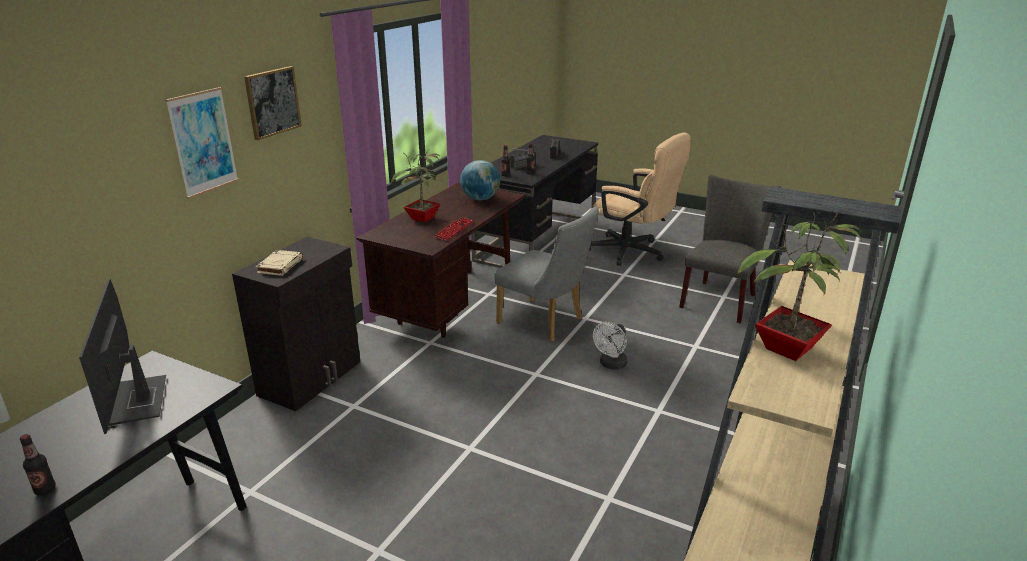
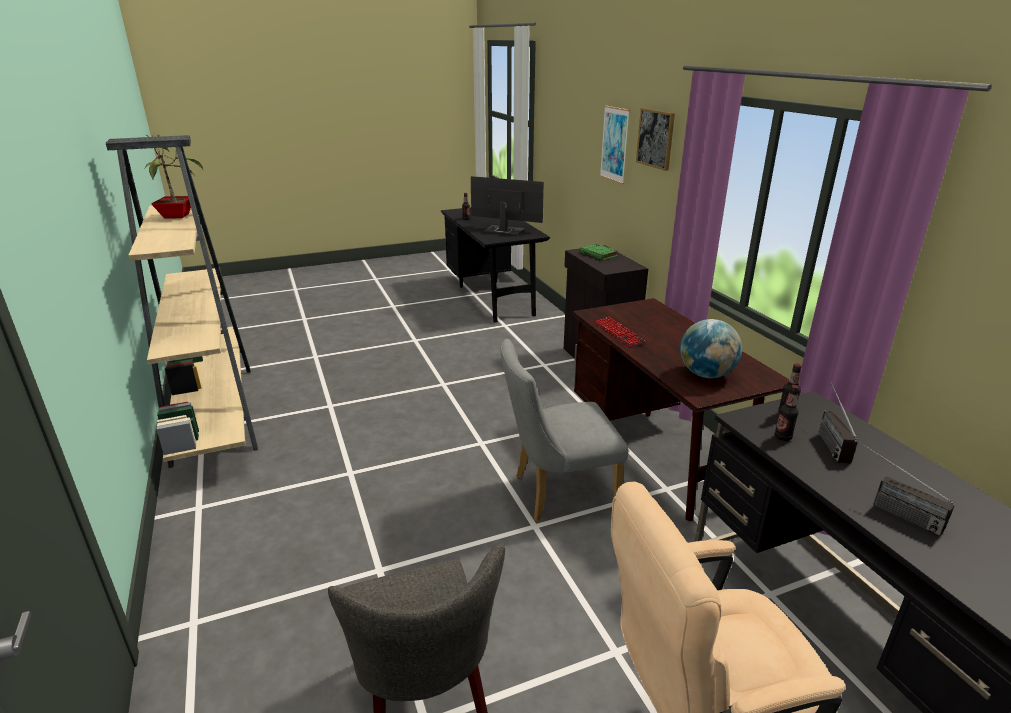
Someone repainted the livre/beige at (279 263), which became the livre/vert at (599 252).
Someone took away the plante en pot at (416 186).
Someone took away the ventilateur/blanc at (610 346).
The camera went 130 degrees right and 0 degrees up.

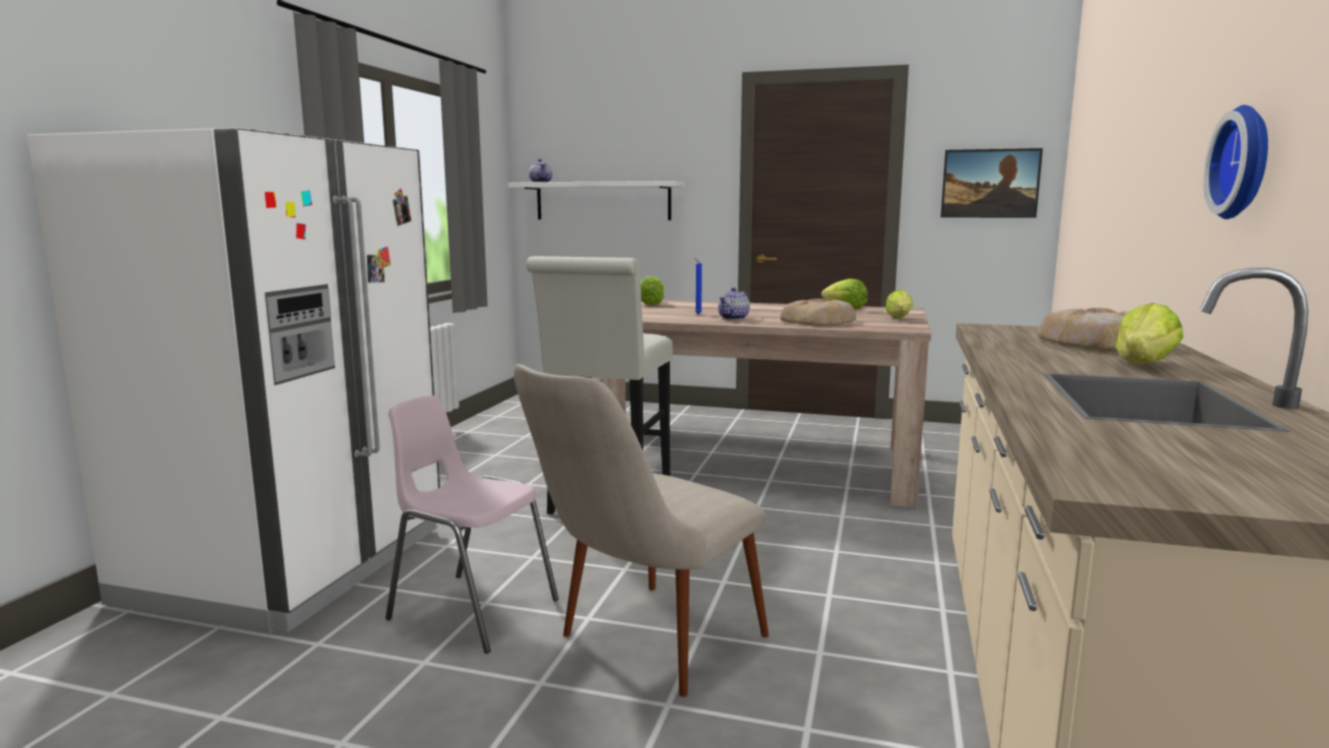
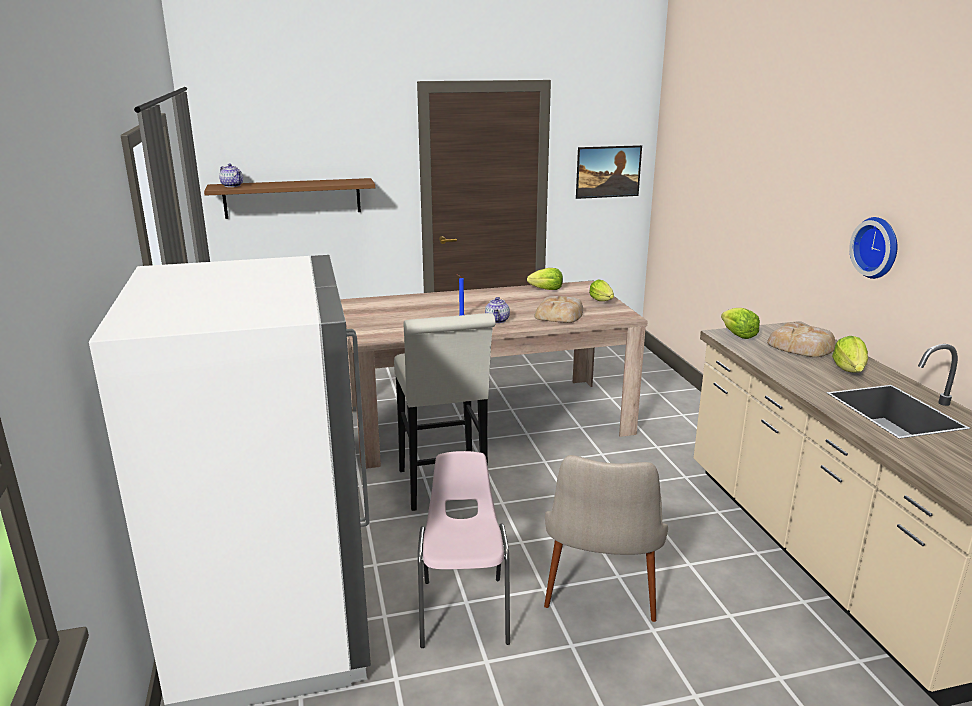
Someone rotated the chaise/rose at (472 525) by 90 degrees clockwise.
Someone repainted the étagère/blanc at (596 200), which became the étagère/marron at (289 198).
Someone carried the laitue from (652 290) to (740 323).
The camera went 30 degrees left and 10 degrees up.

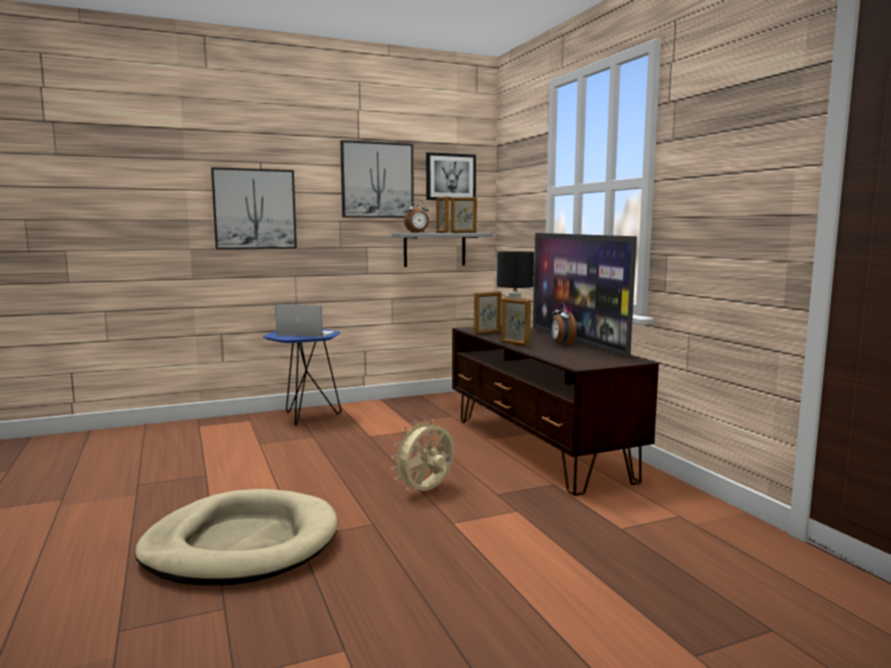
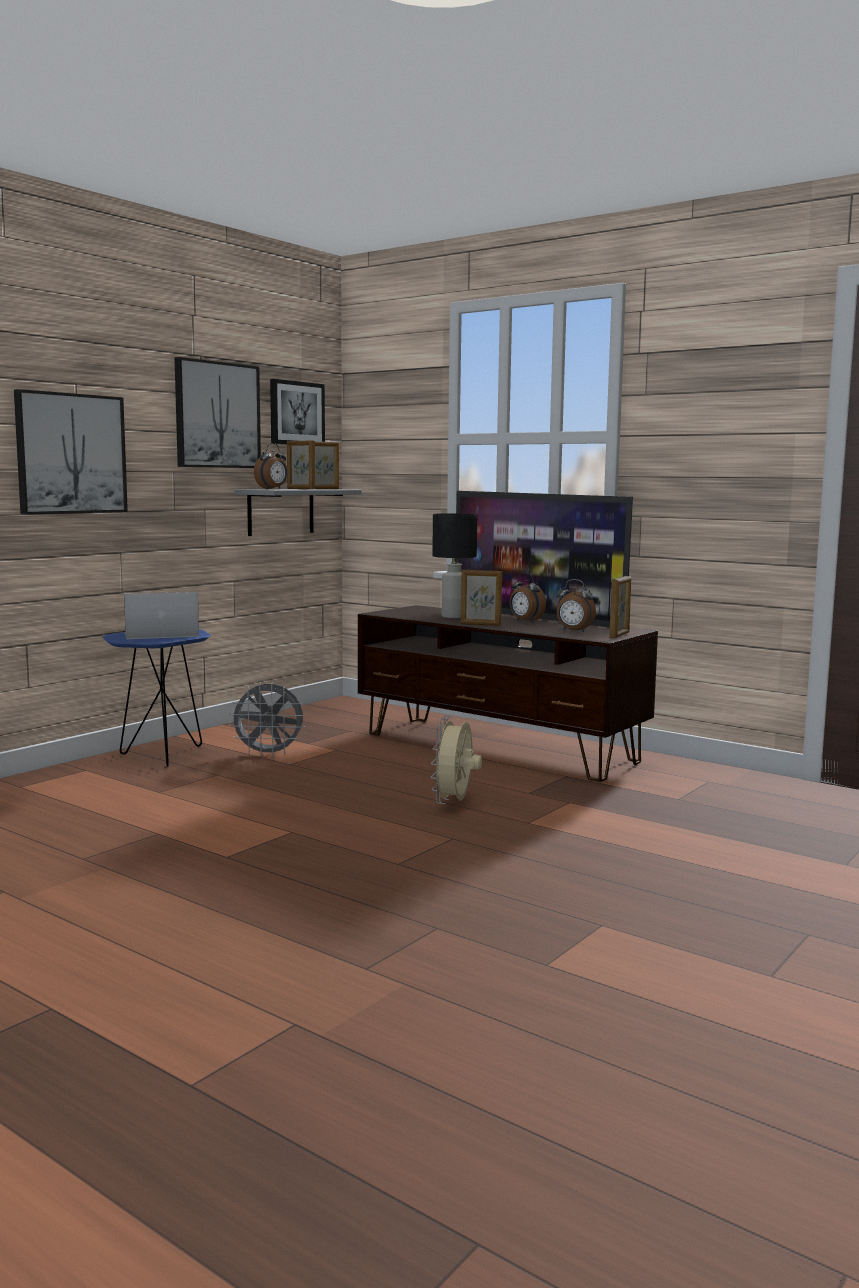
Someone took away the panier pour chien/beige at (236 537).
Someone carried the cadre photo from (487 313) to (620 607).
Someone put down the ventilateur/gris at (267 719).
Someone put down the réveil at (576 605).
The camera went 30 degrees left and 0 degrees up.

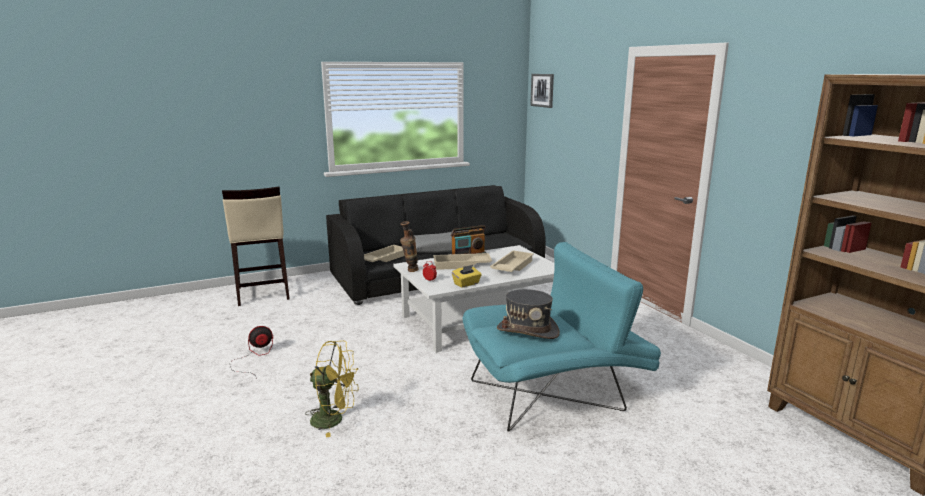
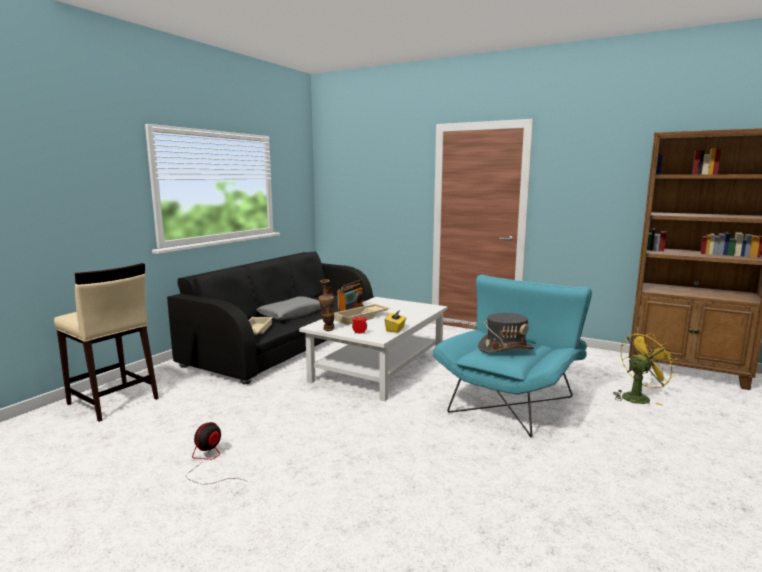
Someone carried the ventilateur/jaune from (331 389) to (645 369).
Someone took away the plateau/beige at (512 261).
Someone took away the tableau at (542 91).
The camera went 35 degrees left and 5 degrees down.

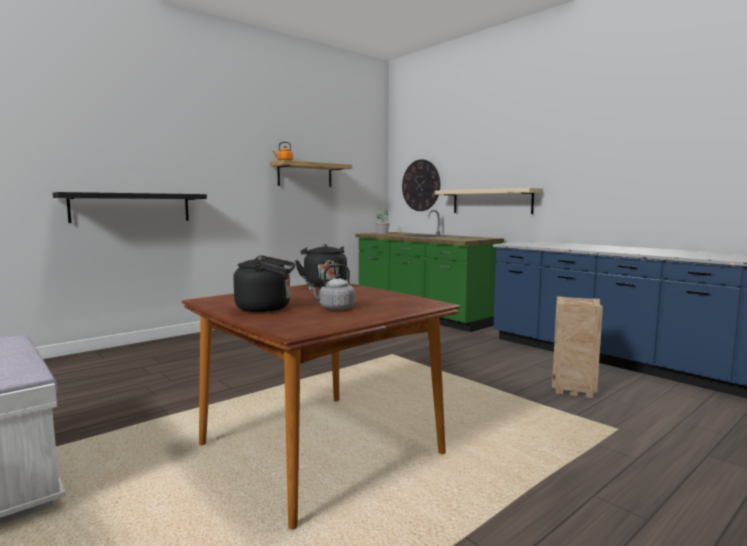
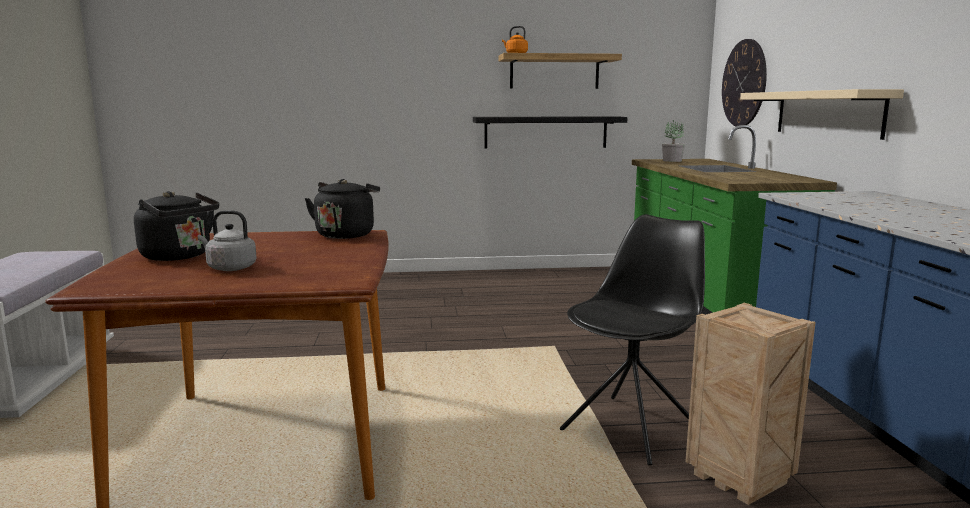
Someone carried the étagère/noir from (130 207) to (550 132).
Someone put down the chaise/noir at (632 340).
The camera went 35 degrees right and 5 degrees up.

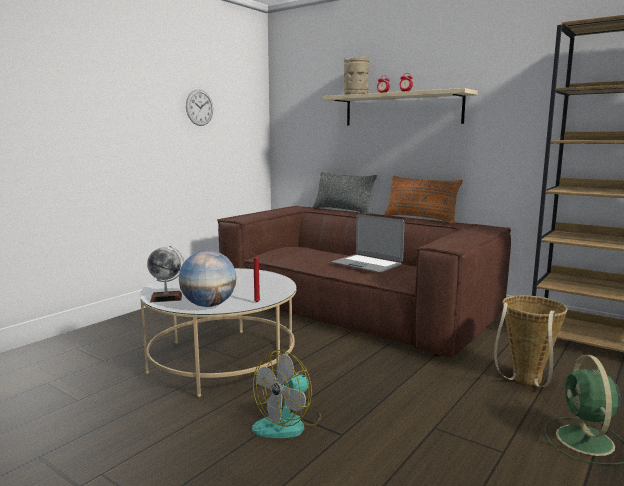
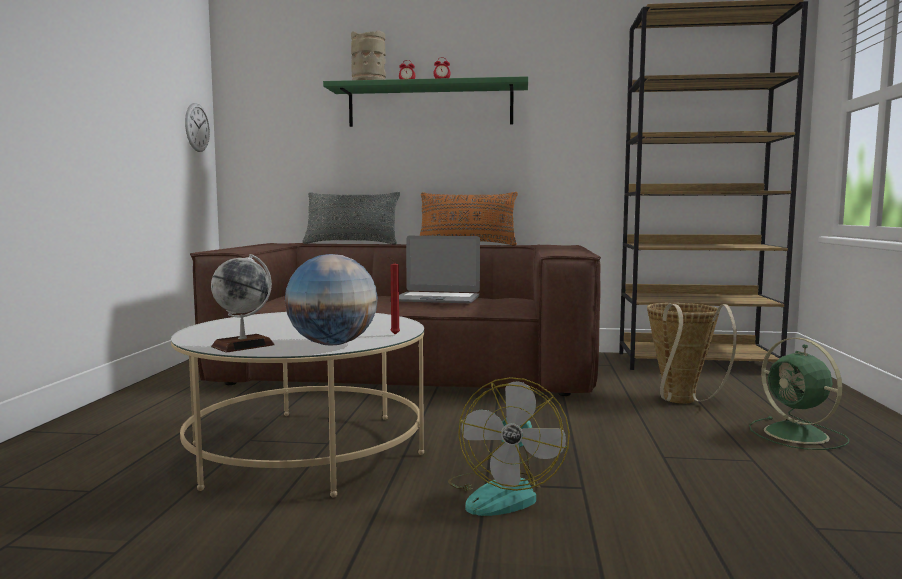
Someone carried the horloge murale from (199 108) to (197 127).
Someone repainted the étagère/beige at (400 106), which became the étagère/vert at (425 101).
The camera went 30 degrees left and 5 degrees down.

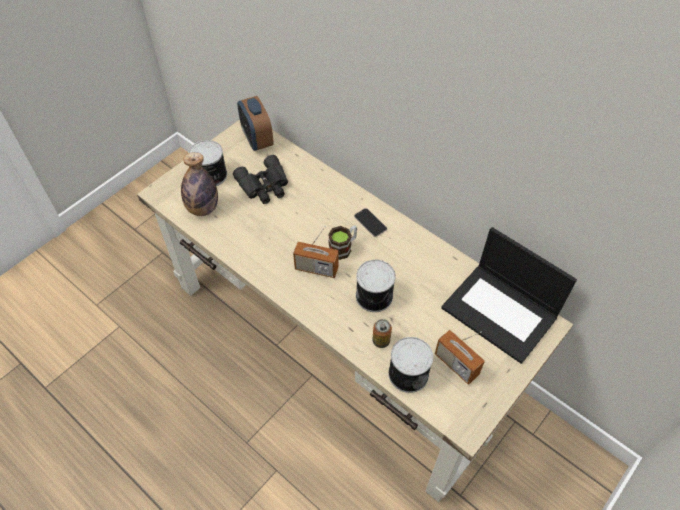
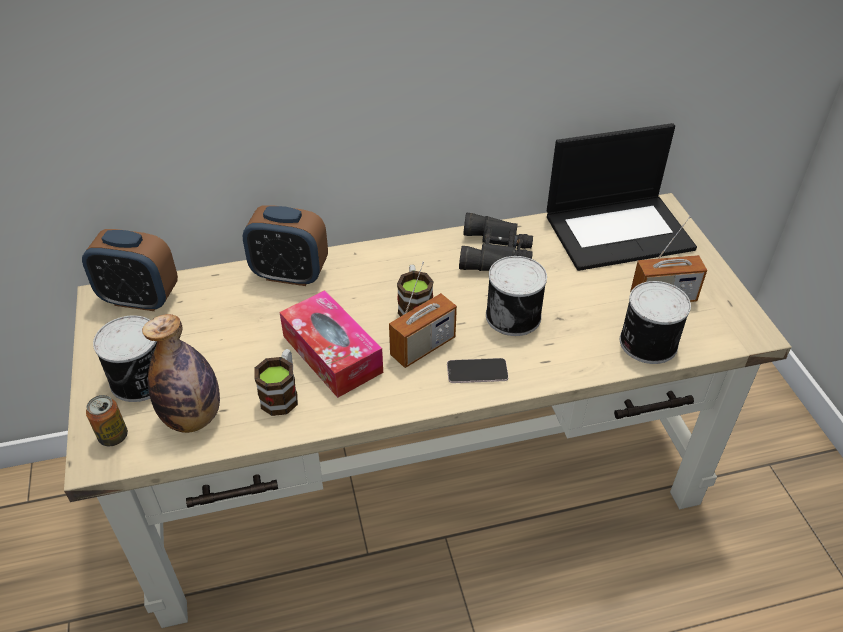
Someone carried the jumelles/noir from (260 179) to (496 242).
Someone carried the téléphone from (370 222) to (478 370).
Someone carried the boîte métallique from (382 333) to (107 420).
Someone put down the réveil at (285 245).
Someone put down the mug at (276 382).
Someone put down the boîte à mouchoirs at (331 344).
The camera went 55 degrees left and 10 degrees down.

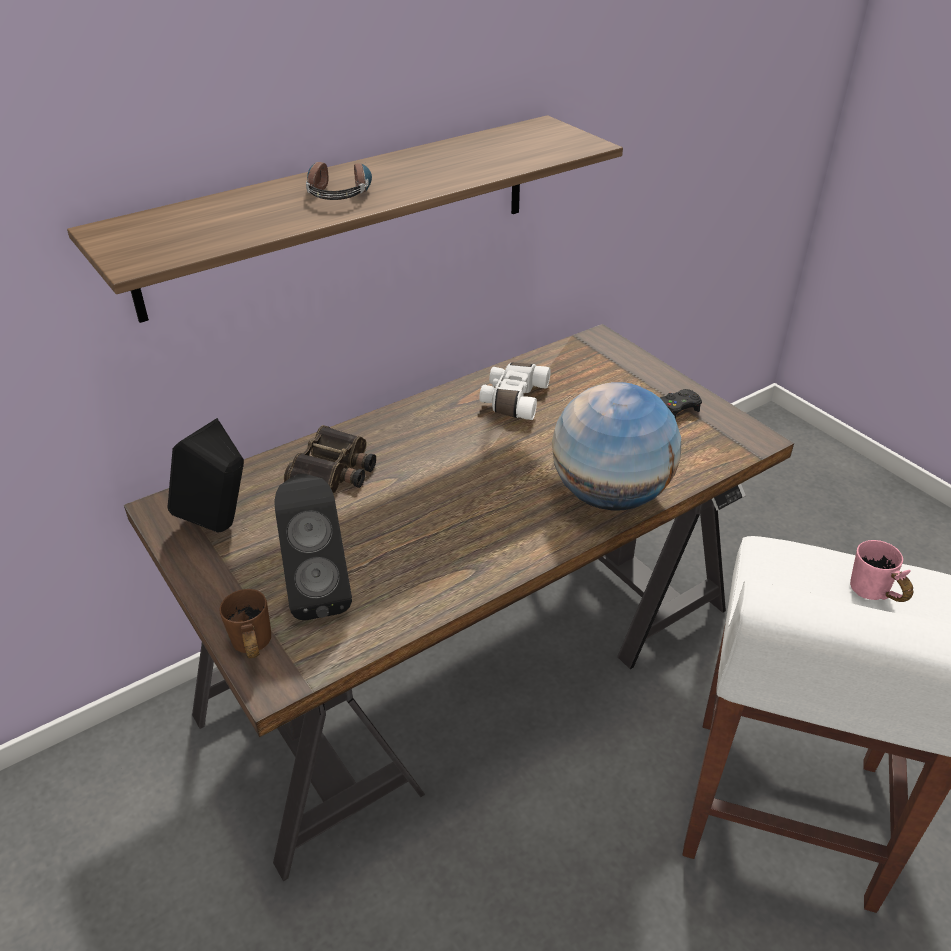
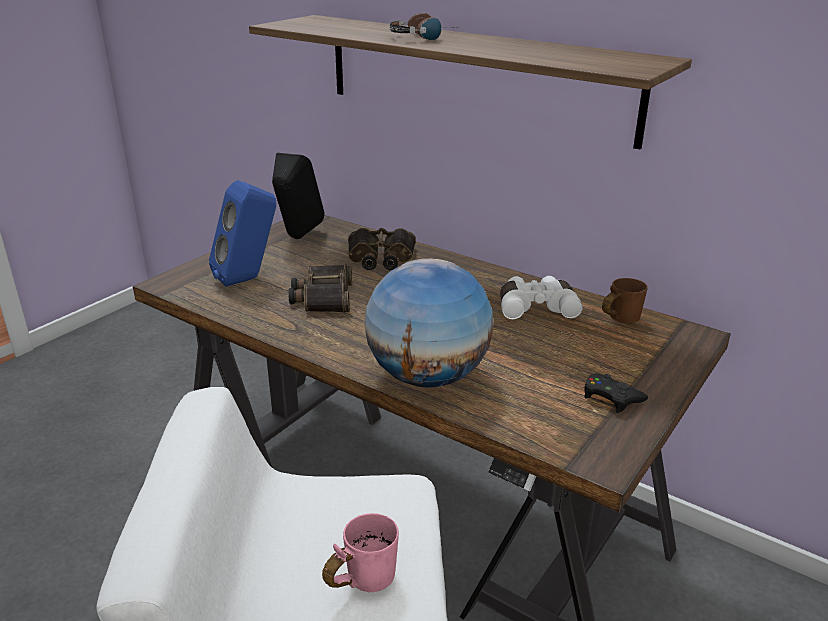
Someone carried the mug/marron from (245 623) to (625 301).
Someone repainted the enceinte/noir at (313 547), which became the enceinte/bleu at (242 233).
Someone put down the jumelles at (320 288).
The camera went 70 degrees right and 10 degrees down.

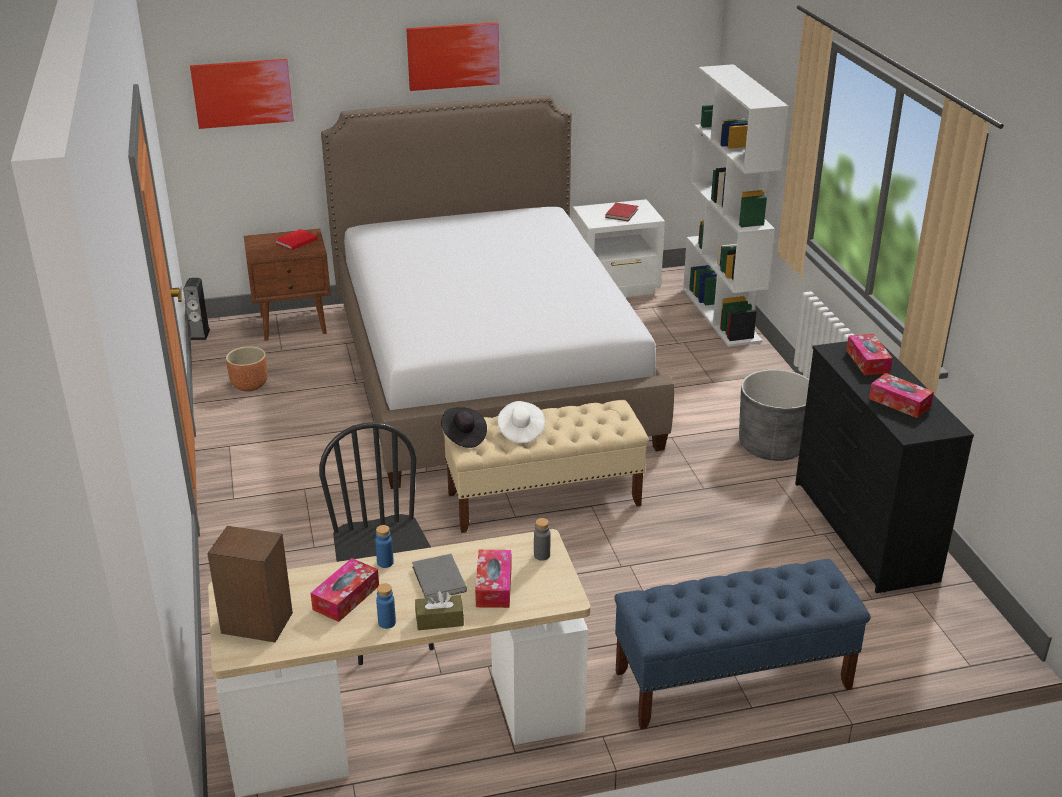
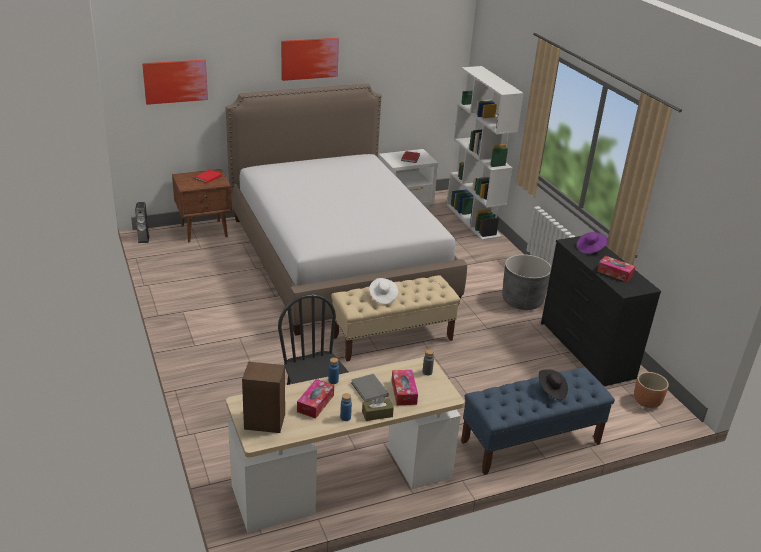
Someone carried the cache-pot/marron from (247 368) to (651 390).
Someone carried the chapeau/noir from (464 427) to (553 384).
Someone swapped the boîte à mouchoirs at (869 354) for the chapeau/violet at (592 243).
The camera went 10 degrees left and 0 degrees up.

